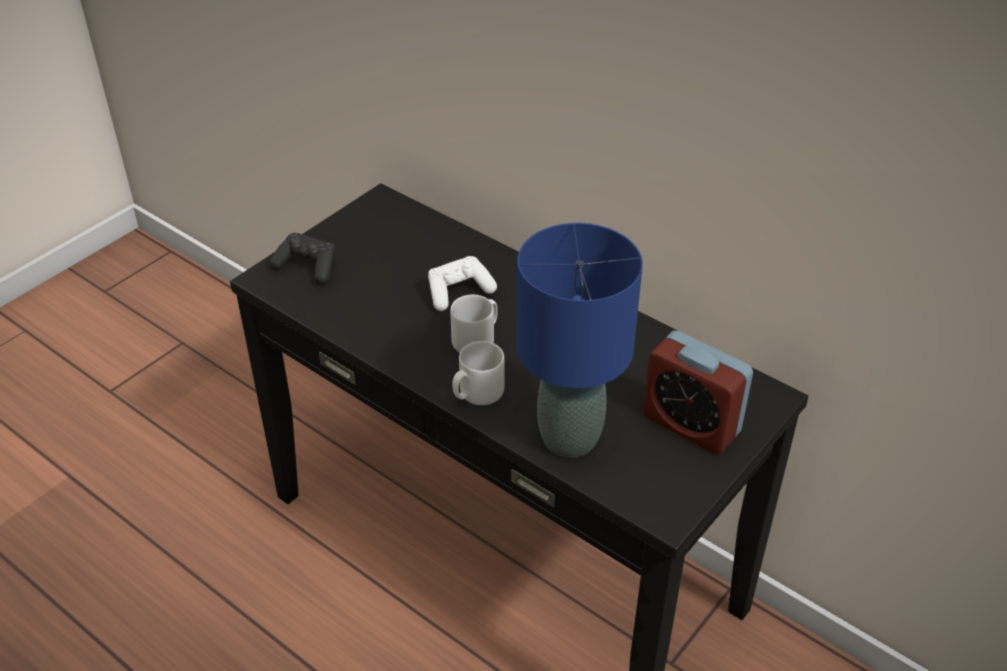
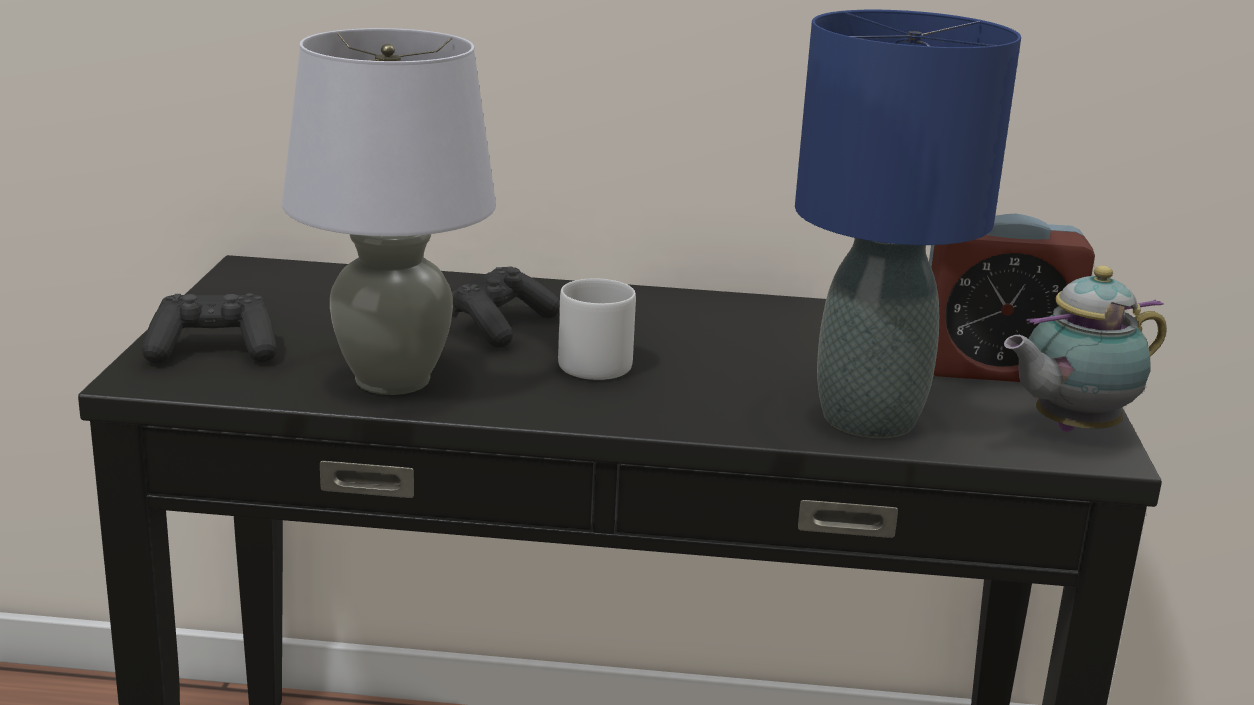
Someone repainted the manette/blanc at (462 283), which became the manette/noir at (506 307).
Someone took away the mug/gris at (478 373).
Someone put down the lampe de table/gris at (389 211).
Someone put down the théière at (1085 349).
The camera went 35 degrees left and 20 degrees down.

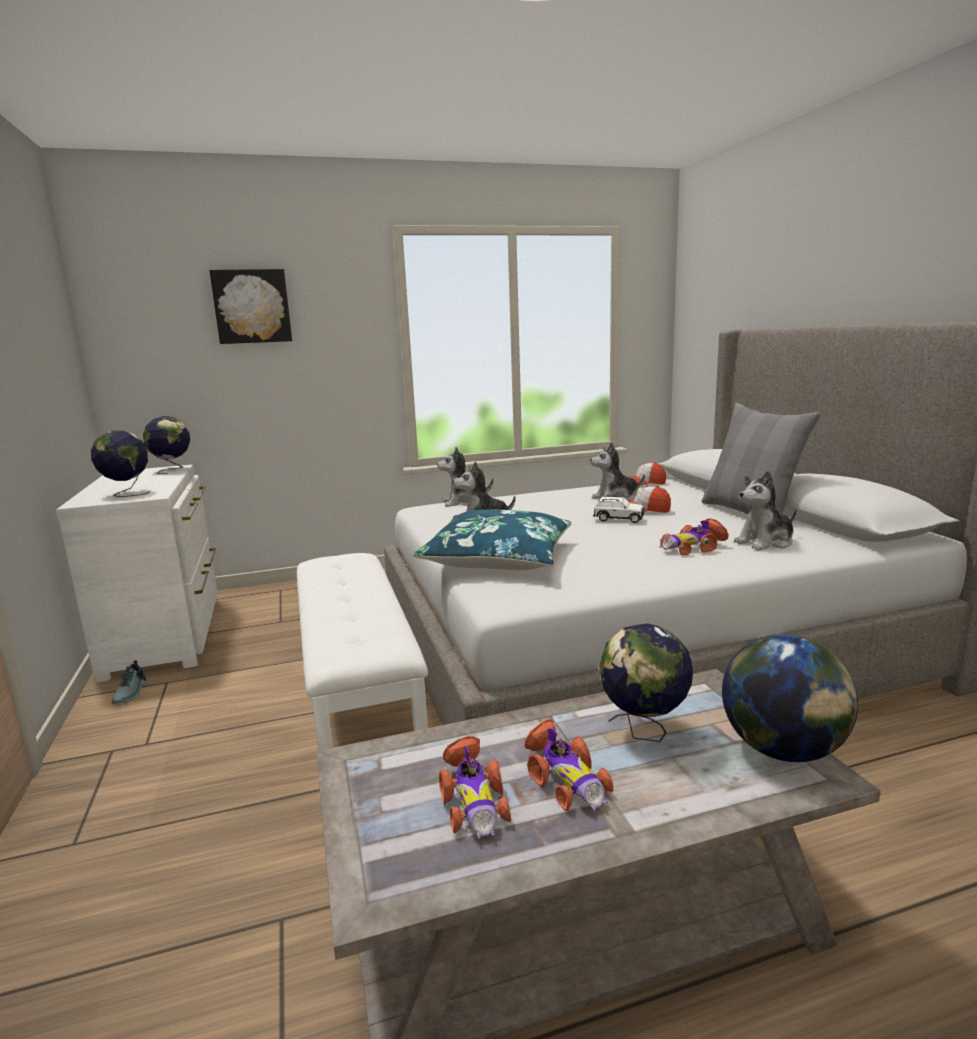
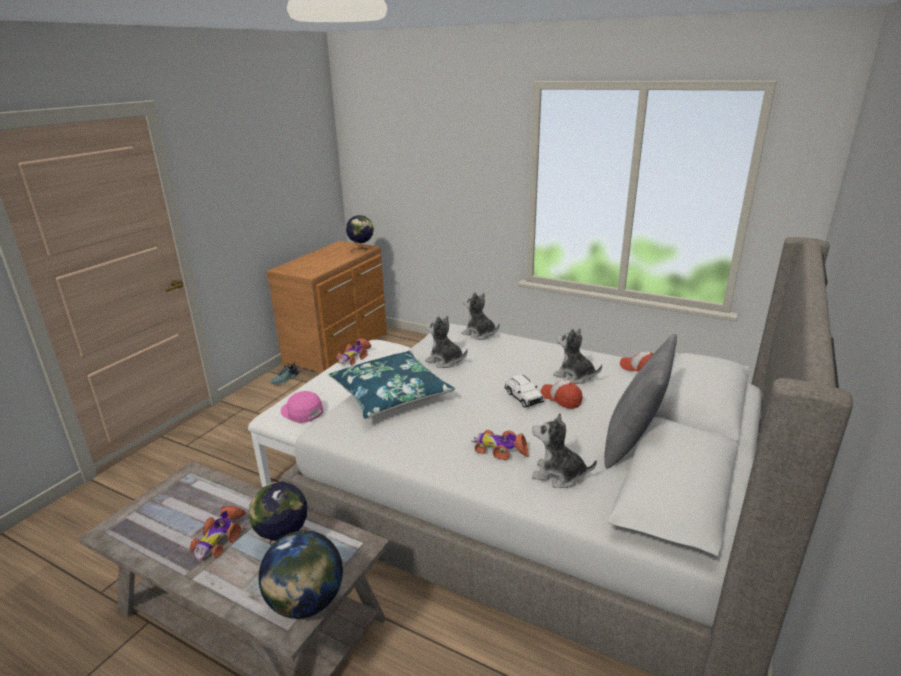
Someone repainted the commode/blanc at (136 574), which became the commode/marron at (327 308).
Someone took away the globe at (121 464).
Someone took away the tableau at (250 306).
Someone carried the petite voiture from (475 786) to (353 351).
Someone put down the casquette/rose at (302 407).
The camera went 45 degrees right and 10 degrees up.

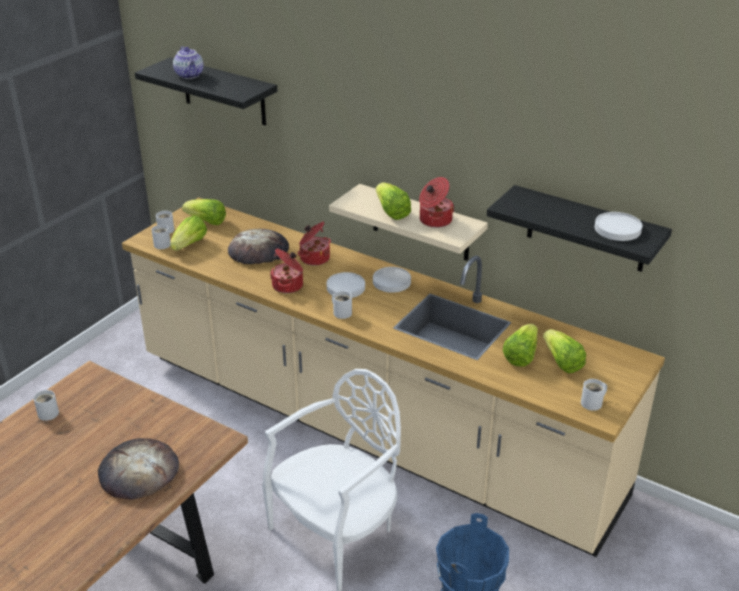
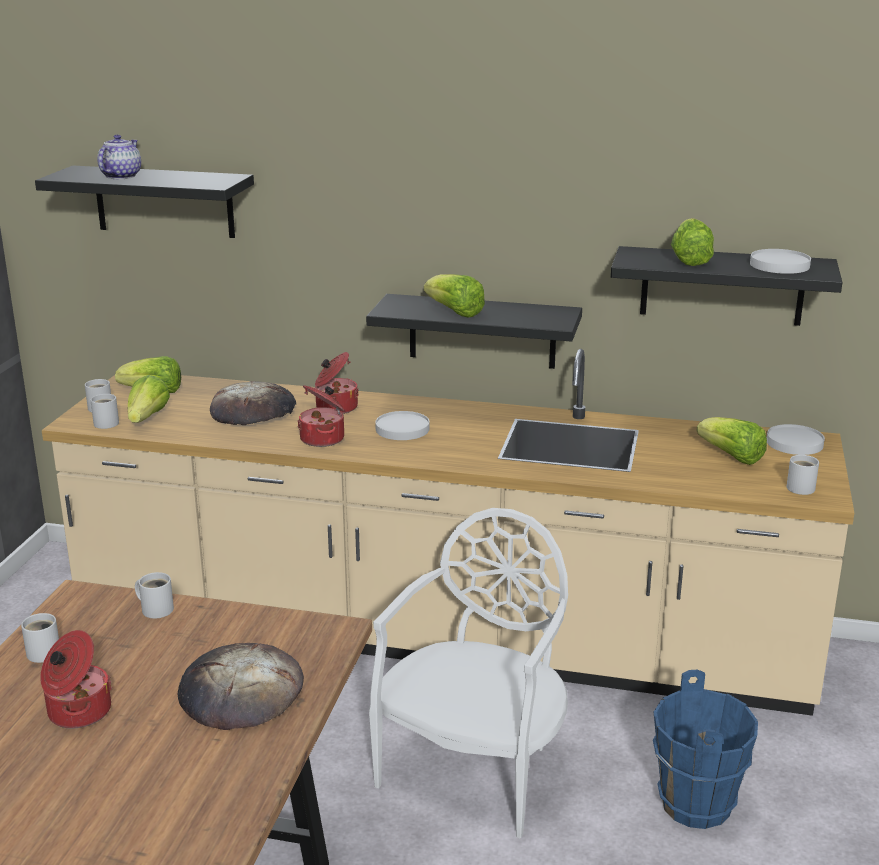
Someone rotated the théière at (188 62) by 120 degrees counterclockwise.
Someone repainted the étagère/beige at (408 222), which became the étagère/noir at (474 331).
Someone carried the mug/blanc from (342 305) to (154 595).
Someone carried the assiette/blanc from (392 280) to (796 439).
Someone carried the marmite from (436 202) to (76 679).
Someone carried the laitue from (520 345) to (692 242).
The camera went 20 degrees left and 10 degrees down.

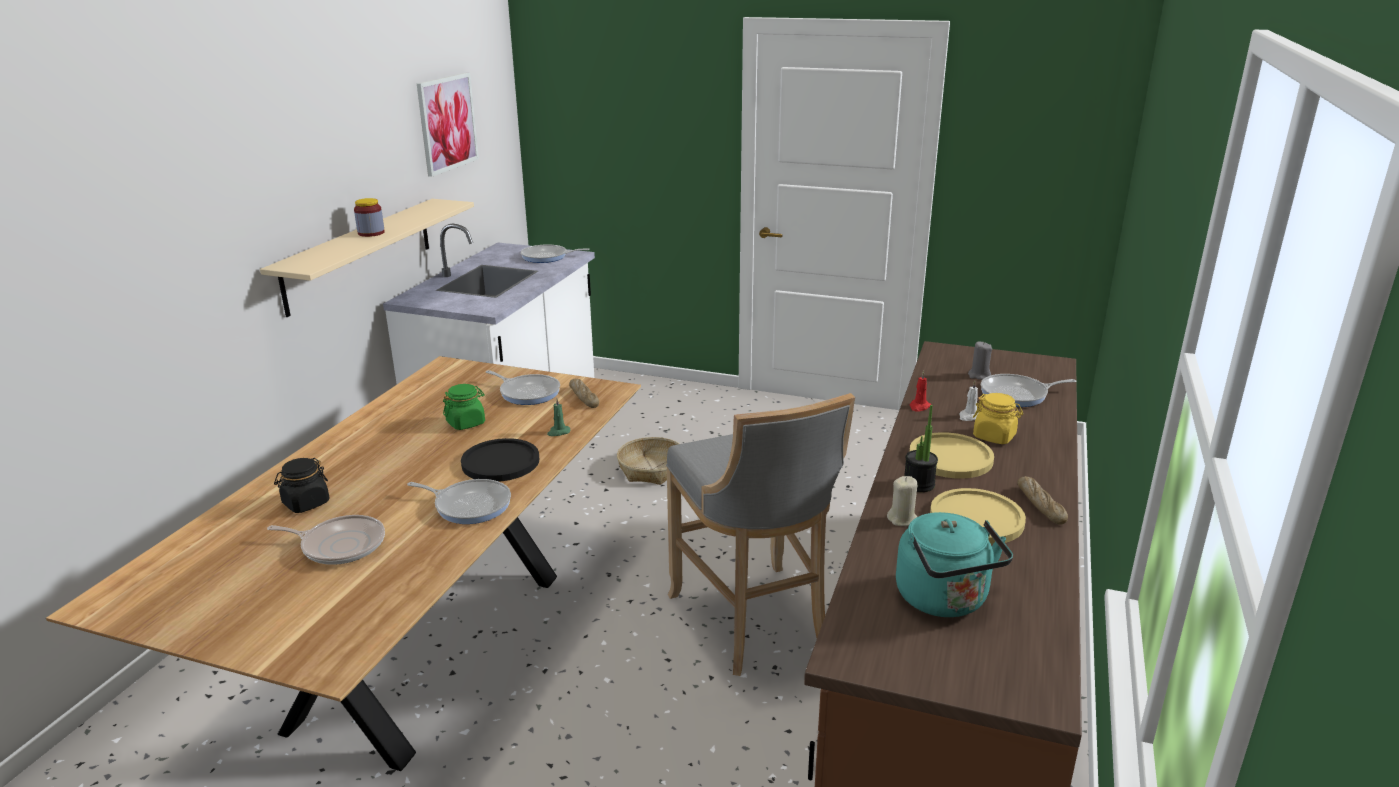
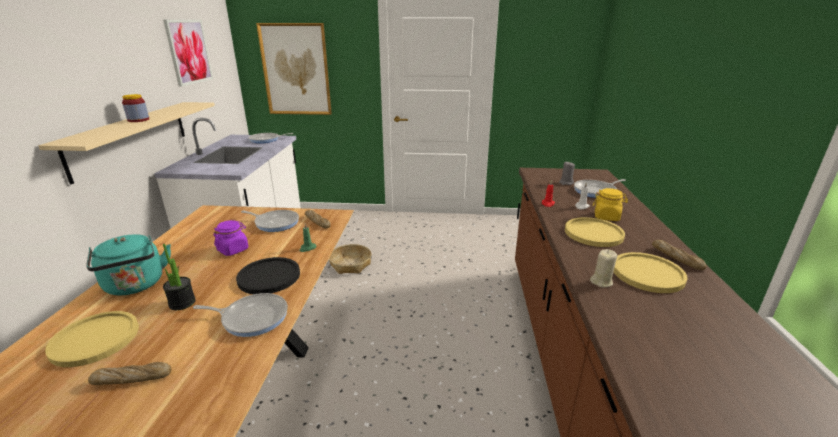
Someone swapped the poêle at (326 540) for the pain at (129 373).
Someone swapped the bocal/noir at (302 485) for the assiette/jaune at (92 339).
Someone repainted the bocal/vert at (464 407), which became the bocal/violet at (231 238).
Someone took away the tabouret/gris at (760 534).
Someone carried the bouilloire/turquoise from (954 564) to (128 264).
Someone carried the plante en pot from (921 448) to (179 277).
Someone put up the tableau at (294 69).
The camera went 15 degrees left and 0 degrees up.

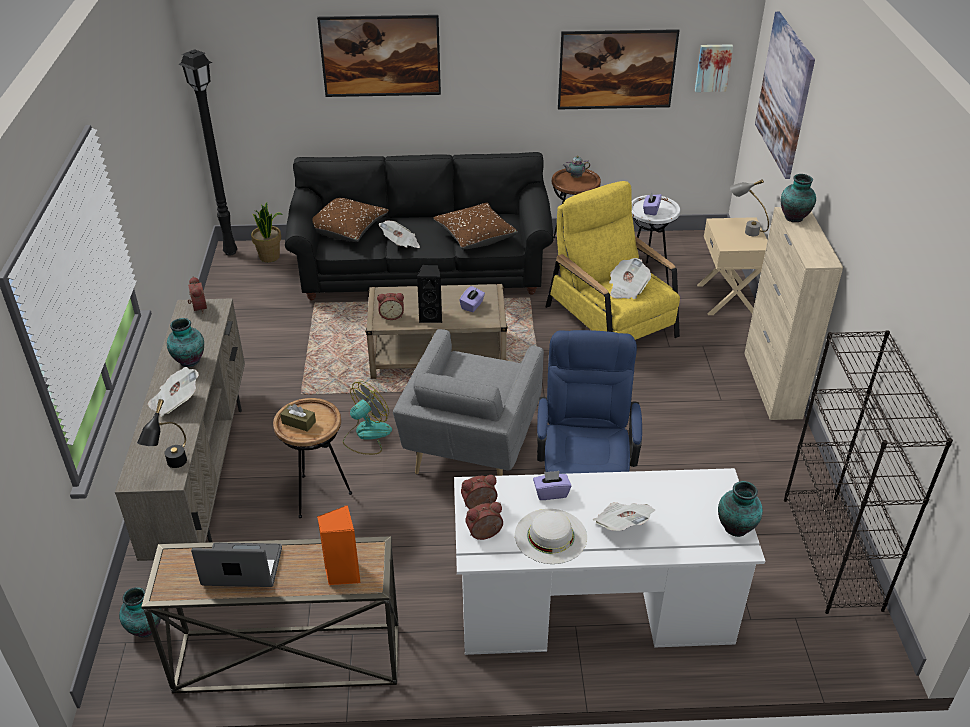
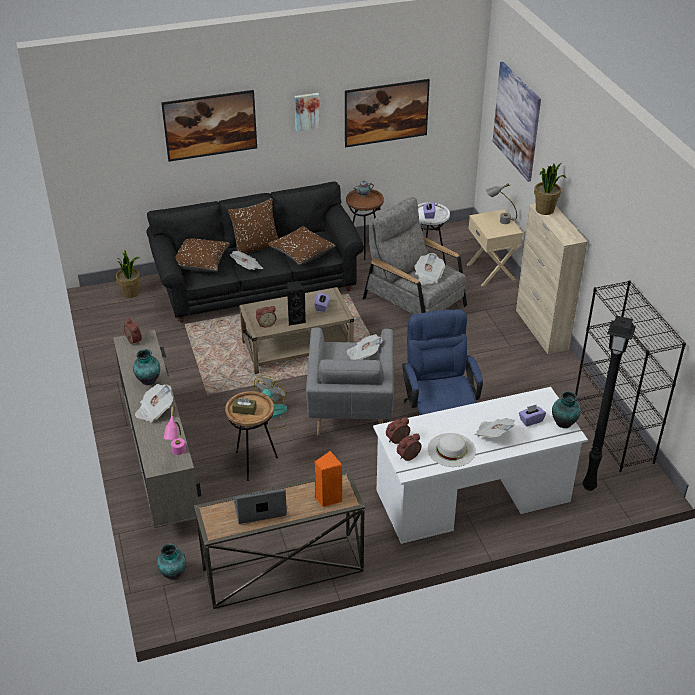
Someone repainted the lampe de table/noir at (162 433), which became the lampe de table/rose at (174 430).
Someone carried the lampadaire/noir from (207 152) to (609 403).
Someone carried the boîte à mouchoirs/violet from (552 485) to (532 415).
Someone repainted the fauteuil/jaune at (613 260), which became the fauteuil/gris at (415 256).
Someone carried the tableau from (714 68) to (307 112).
Someone swapped the vase at (798 198) for the plante en pot at (550 189).
Someone put down the coussin/marron at (253 225).
Someone put down the journal at (365 347).
The camera went 15 degrees left and 0 degrees up.

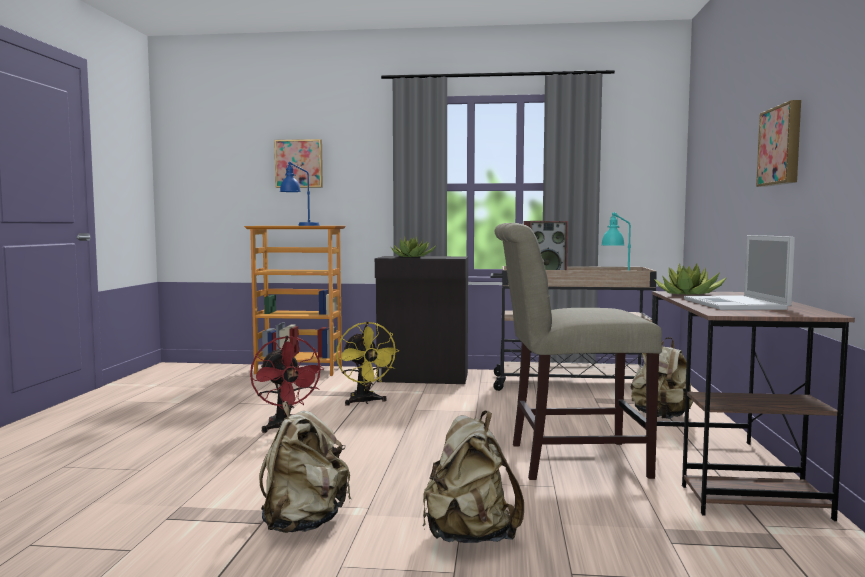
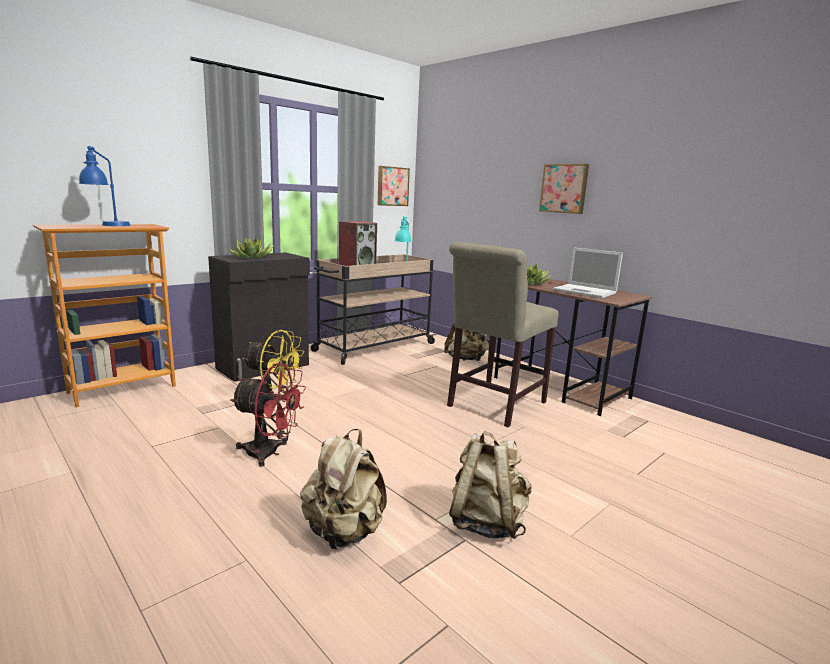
Someone carried the tableau from (298 163) to (394 186).
Someone carried the sac à dos/beige from (473 477) to (343 489).
The camera went 50 degrees left and 10 degrees up.

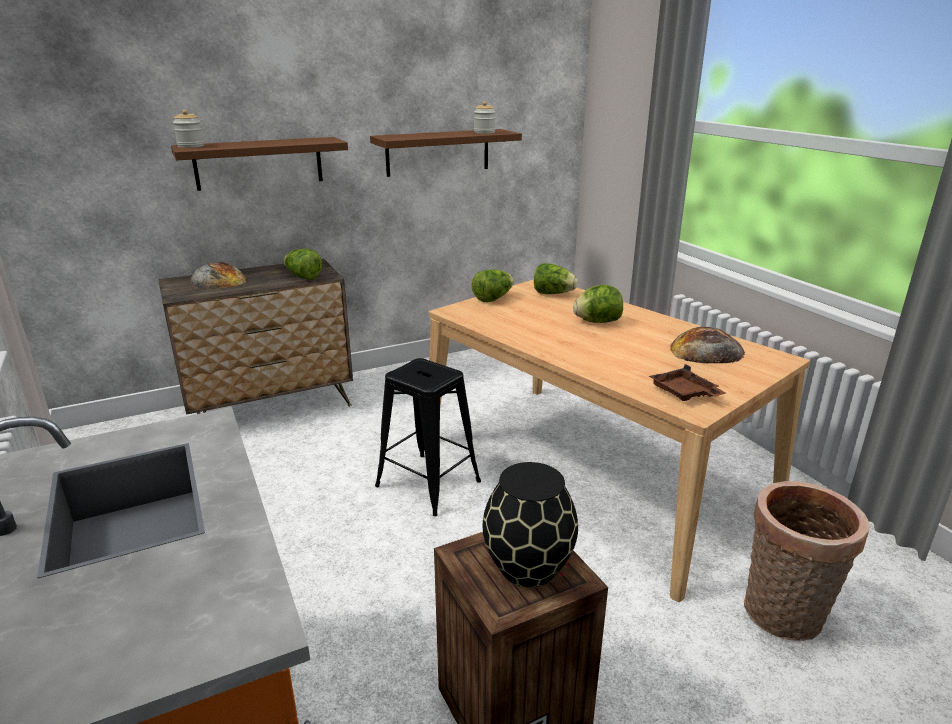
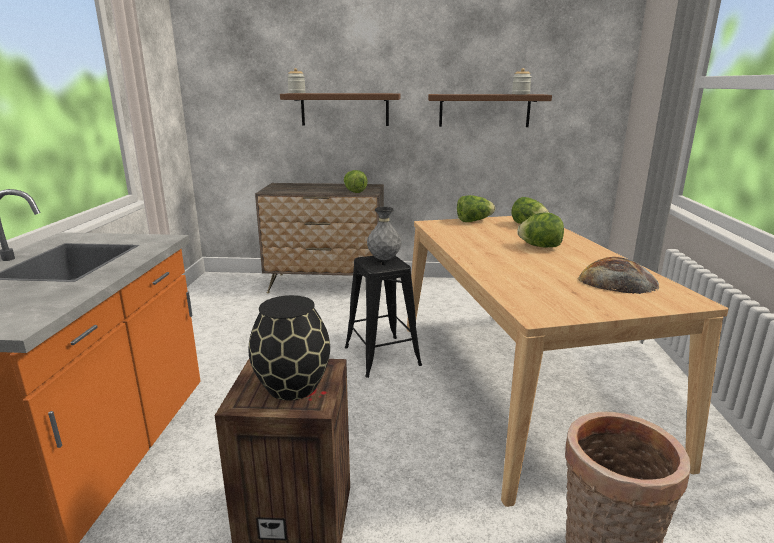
Someone took away the pain at (218 275).
Someone took away the plateau/marron at (687 382).
Someone put down the vase/gris at (384 233).
The camera went 30 degrees right and 5 degrees down.

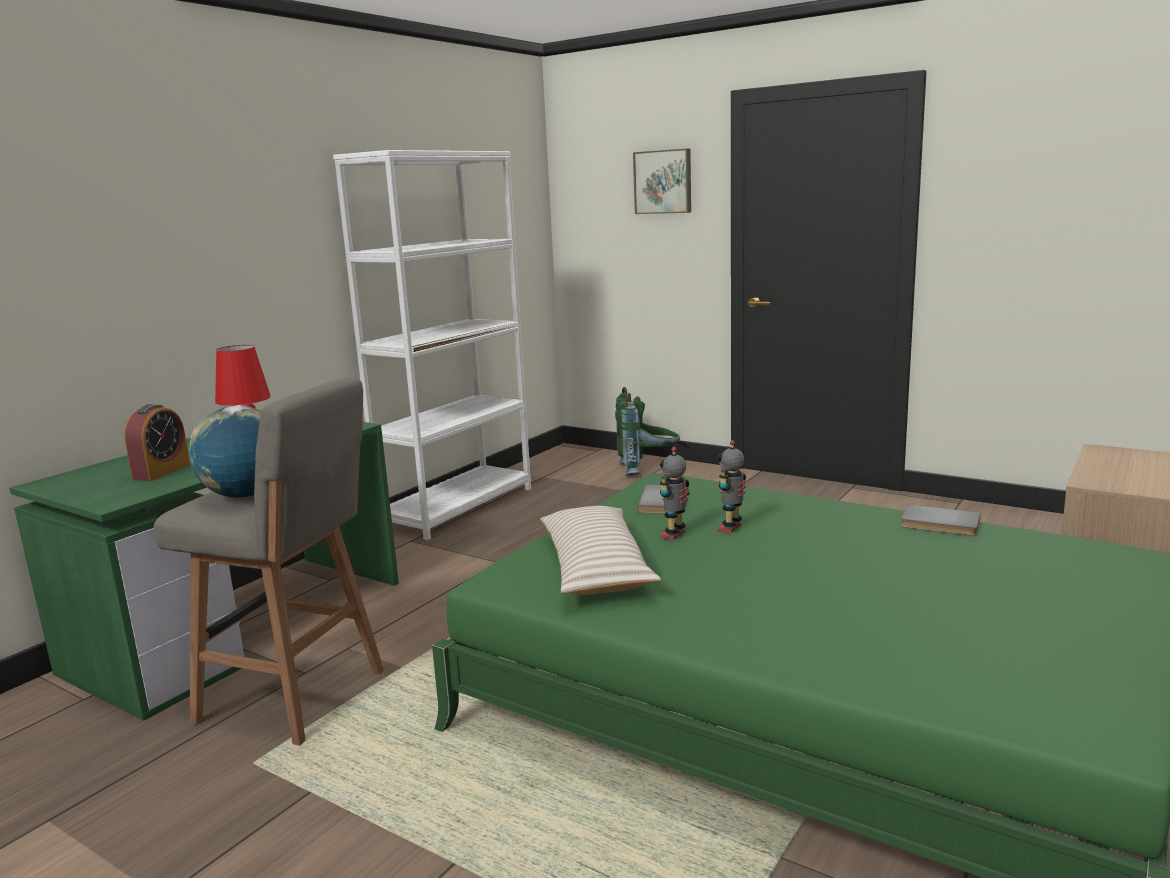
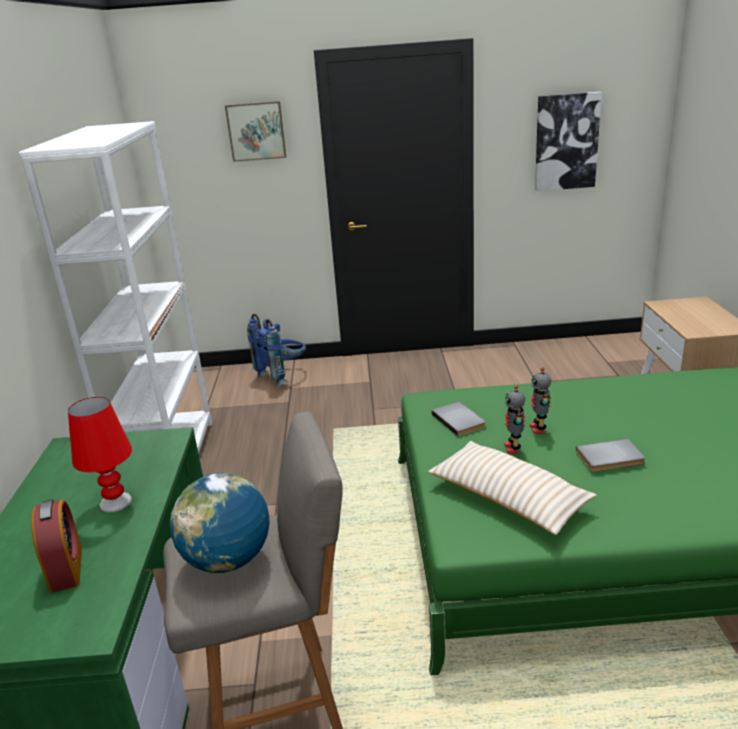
Someone repainted the sac à dos/vert at (647 431), which became the sac à dos/bleu at (276 350).
Someone carried the livre/gris from (941 520) to (611 455).
Someone put up the tableau at (568 141).
The camera went 35 degrees left and 10 degrees up.

